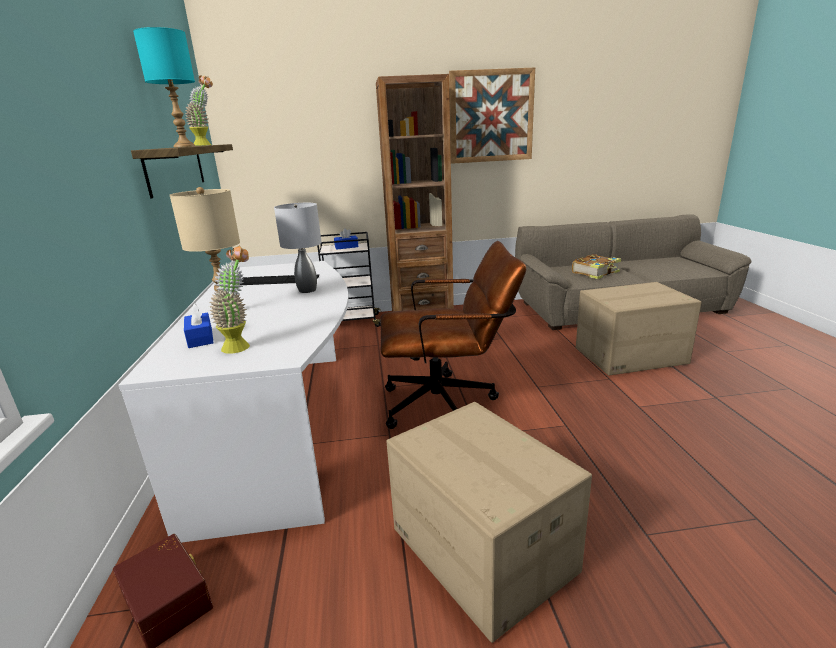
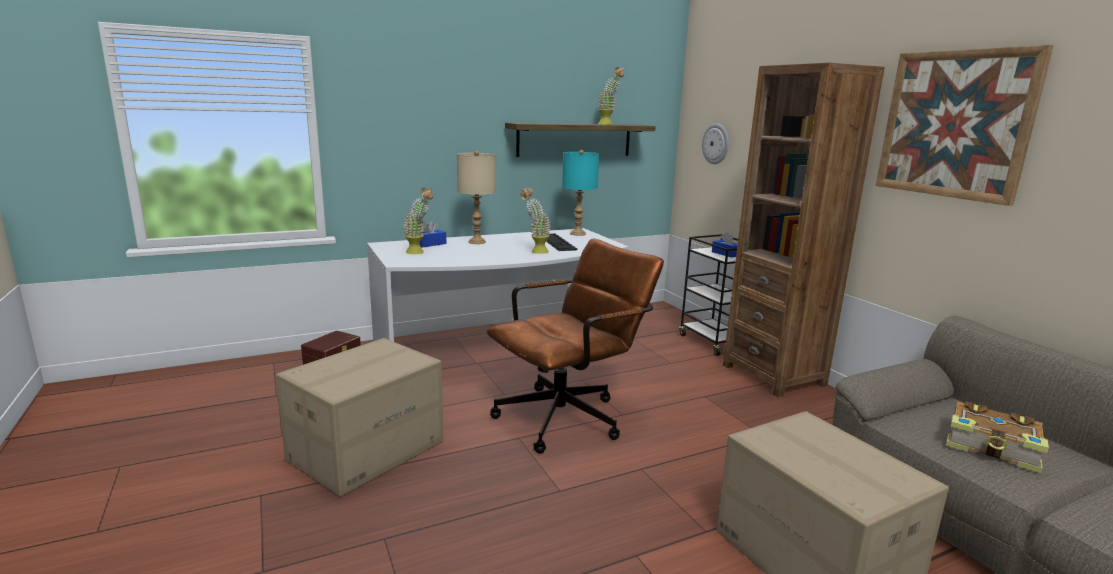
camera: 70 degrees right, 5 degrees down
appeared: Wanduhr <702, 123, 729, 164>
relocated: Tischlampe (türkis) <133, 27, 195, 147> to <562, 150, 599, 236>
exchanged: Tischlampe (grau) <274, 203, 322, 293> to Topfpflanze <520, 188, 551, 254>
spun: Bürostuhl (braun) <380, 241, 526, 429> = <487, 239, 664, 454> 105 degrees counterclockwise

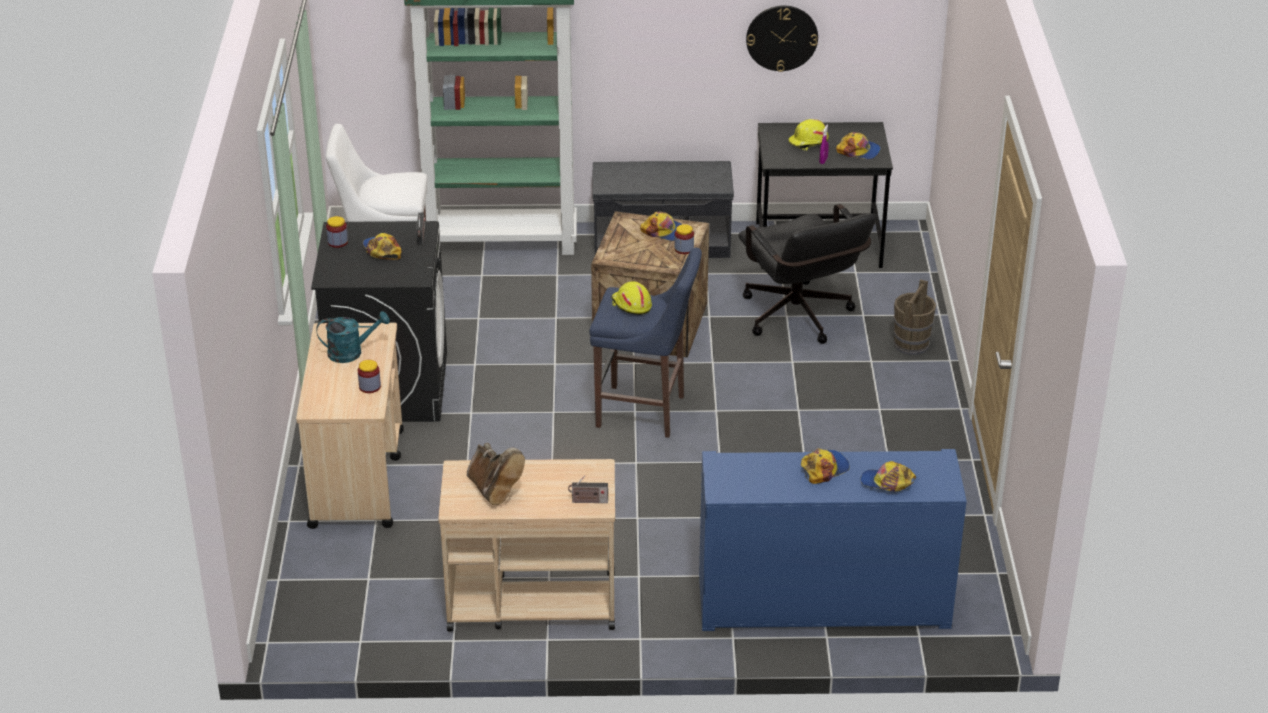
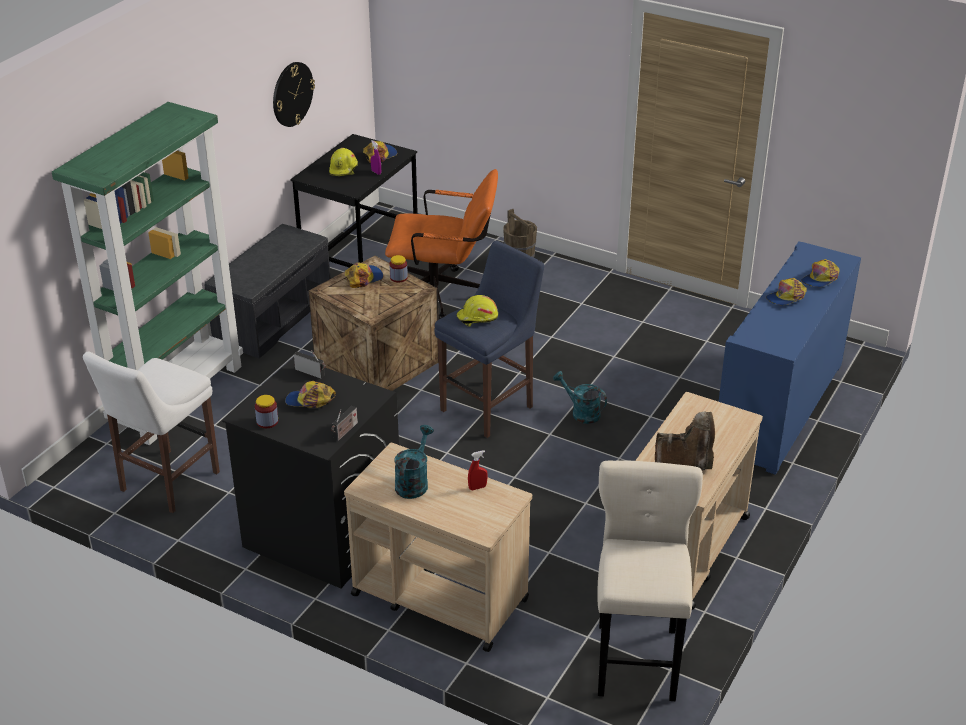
camera: 60 degrees left, 0 degrees up
appeared: Gießkanne (türkis) <553, 371, 607, 424>; Hocker (beige) <598, 460, 703, 701>
relocated: Radio <568, 475, 608, 503> to <331, 406, 358, 441>
exchanged: Vorratsglas <358, 360, 381, 393> to Sprühflasche (rot) <468, 450, 488, 490>
colour: Bürostuhl (schwarz) <738, 204, 877, 344> to Bürostuhl (orange) <385, 169, 498, 319>
spun: Kappe <801, 448, 850, 484> = <766, 278, 807, 305> 120 degrees counterclockwise

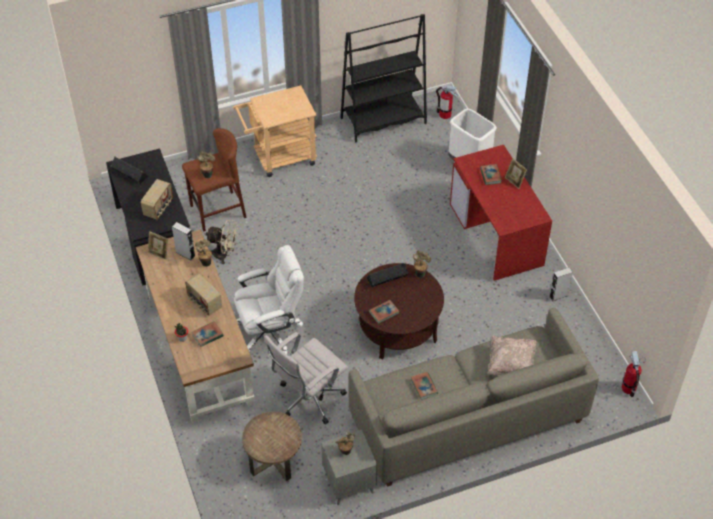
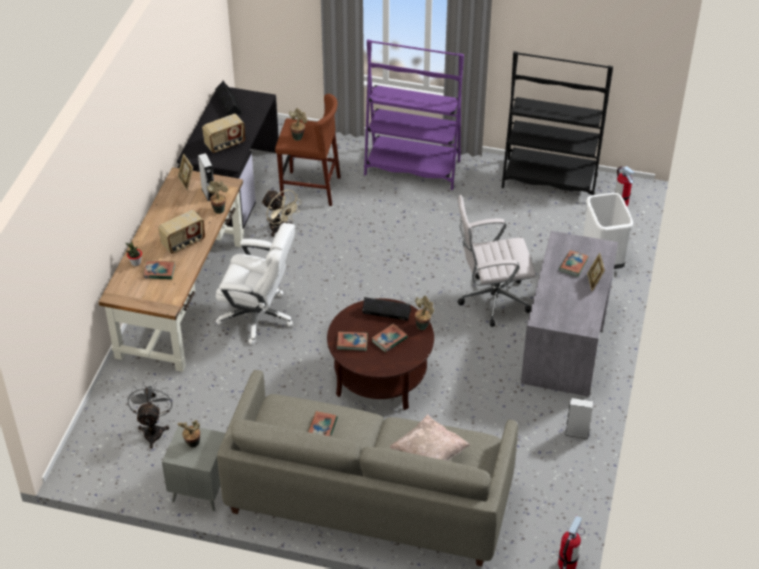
camera: 35 degrees right, 5 degrees down
appeared: Buch <372, 323, 408, 352>
relocated: Bürostuhl (weiß) <264, 332, 348, 424> to <458, 195, 536, 327>
exchanged: Beistelltisch (braun) <242, 412, 302, 481> to Ventilator (grau) <128, 382, 173, 449>; Rollwagen (beige) <233, 85, 317, 177> to Bücherregal (lila) <364, 39, 464, 190>
colour: Schreibtisch (rot) <450, 145, 552, 281> to Schreibtisch (grau) <521, 231, 618, 397>
spun: Radio <185, 273, 222, 316> = <158, 210, 205, 254> 120 degrees counterclockwise

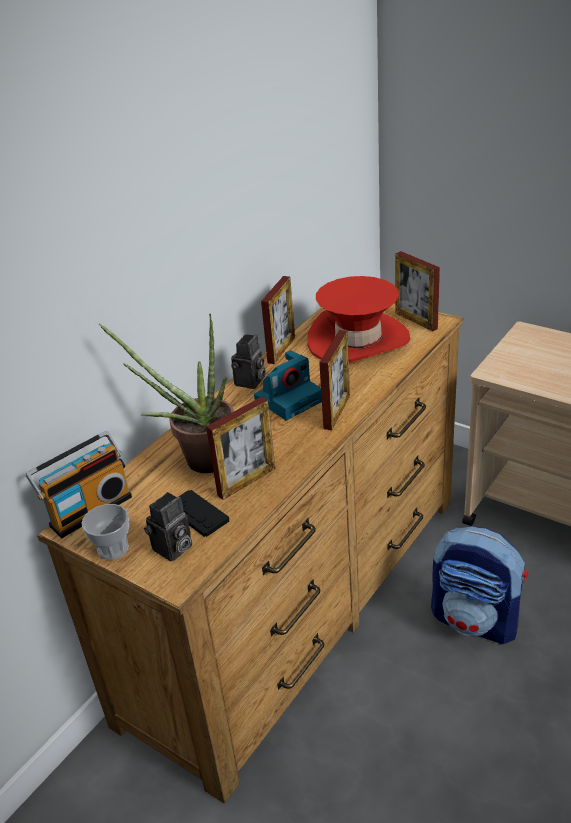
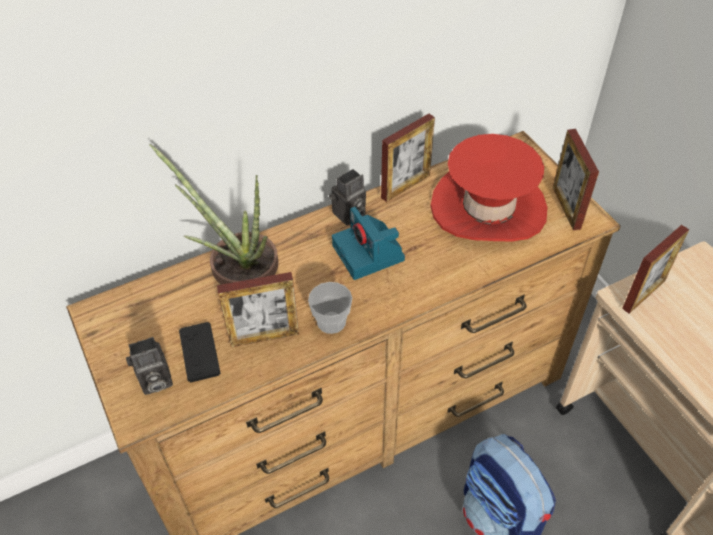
camera: 25 degrees right, 15 degrees up
missing: Radio <26, 431, 132, 538>
relocated: Tasse <81, 504, 129, 560> to <308, 282, 352, 334>; Bilderrahmen <319, 330, 350, 430> to <622, 225, 689, 314>
spun: Kamera <254, 350, 322, 420> = <332, 207, 405, 280> 75 degrees clockwise

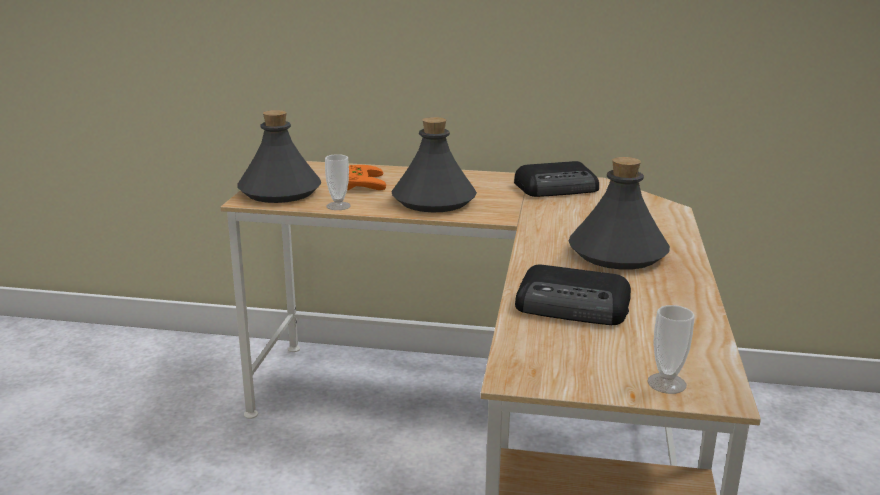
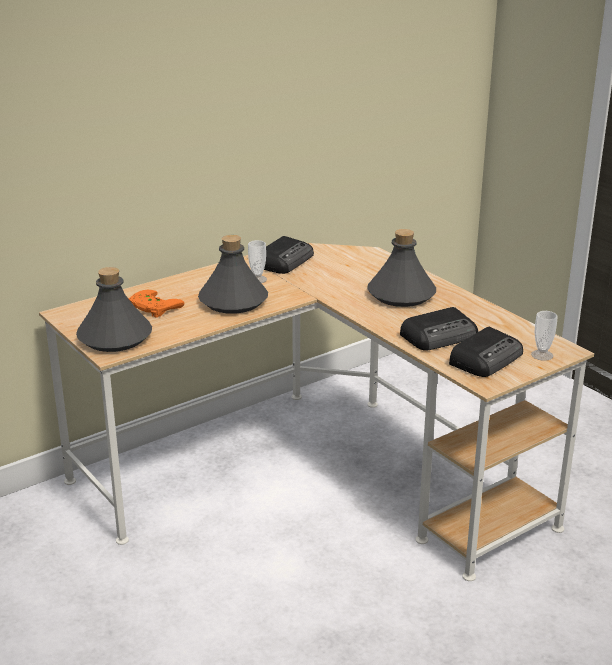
camera: 45 degrees left, 5 degrees up
appeared: Radio <449, 327, 523, 377>
relocated: Tasse <325, 154, 351, 210> to <248, 240, 267, 283>

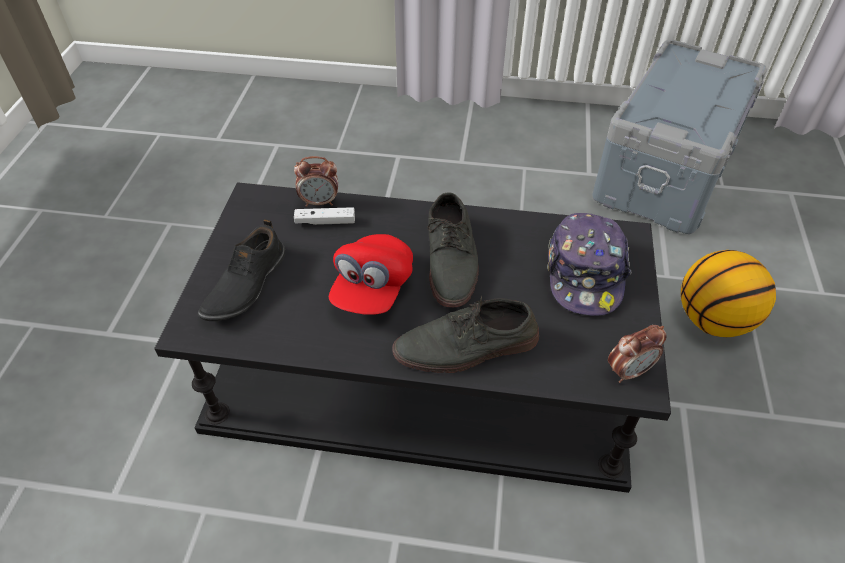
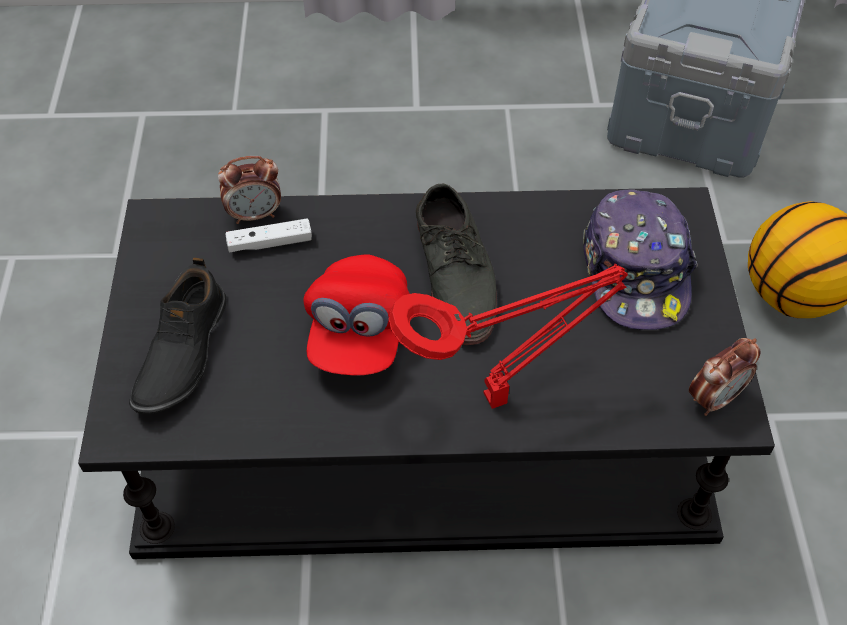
camera: 10 degrees left, 5 degrees up
exchanged: Schuh (grau) <392, 296, 539, 373> to Tischlampe (rot) <388, 264, 628, 409>

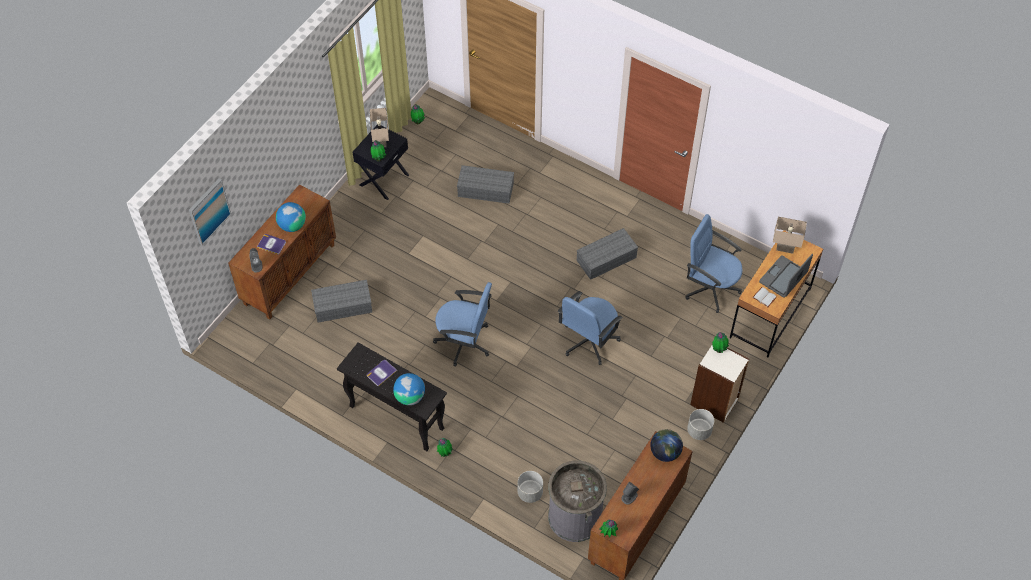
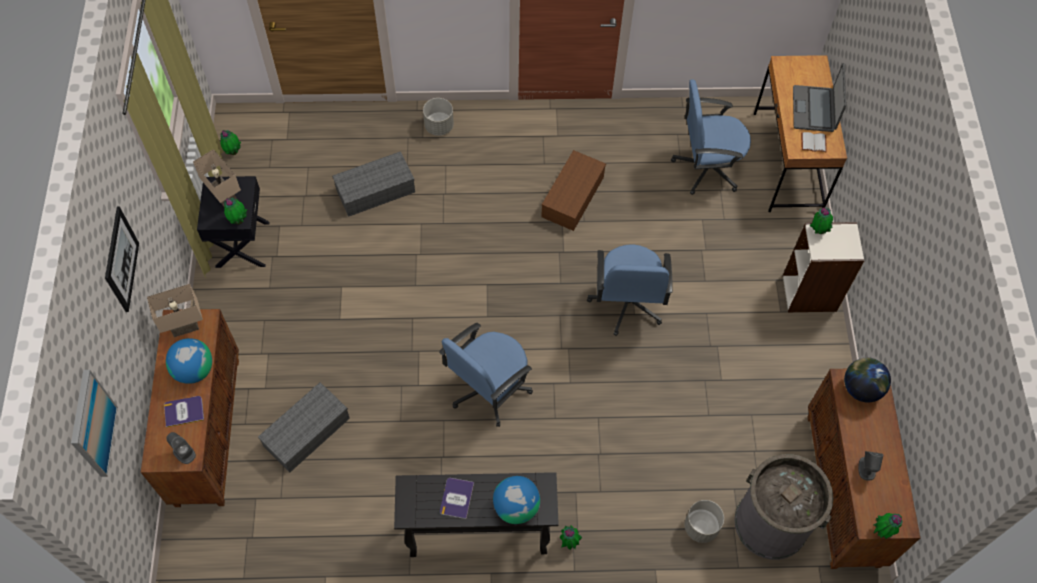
camera: 35 degrees left, 5 degrees up
appeared: Bild <105, 207, 139, 312>
relocated: Tischlampe (beige) <773, 217, 807, 254> to <147, 284, 203, 337>; Pflanzkübel (grau) <687, 409, 714, 440> to <423, 98, 454, 136>
colour: Aufbewahrungsbox (grau) <577, 228, 638, 280> to Aufbewahrungsbox (braun) <541, 150, 606, 231>
spun: Bürostuhl (blau) <433, 282, 492, 367> = <439, 323, 533, 427> 150 degrees clockwise

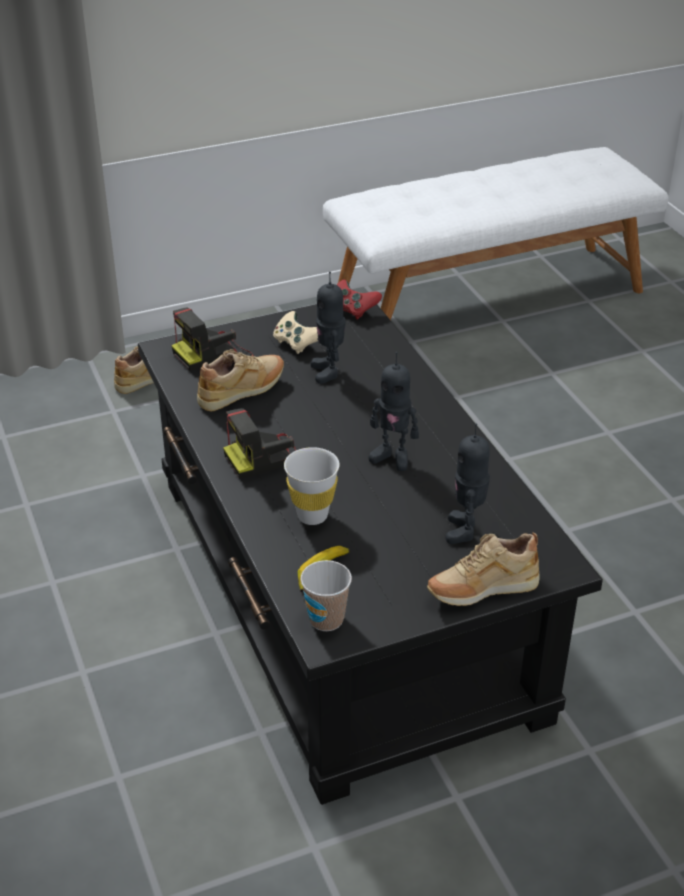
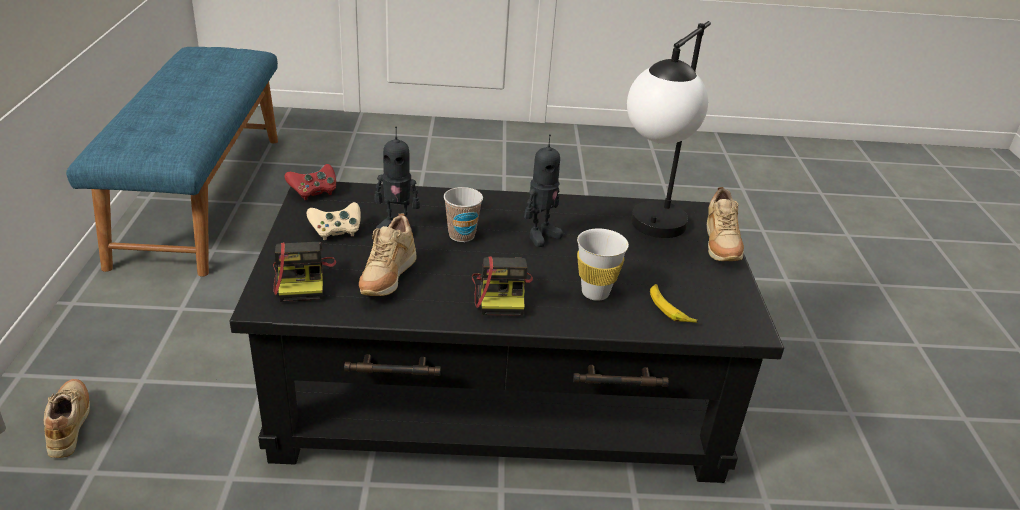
camera: 70 degrees left, 5 degrees down
relocated: Tasse <301, 560, 352, 631> to <444, 187, 483, 242>
exchanged: Spielzeugroboter <445, 424, 490, 544> to Tischlampe <627, 21, 711, 238>
colour: Bank (weiß) <323, 147, 669, 320> to Bank (blau) <66, 47, 278, 277>
spun: Schuh (beige) <197, 349, 284, 411> = <359, 214, 417, 296> 150 degrees counterclockwise

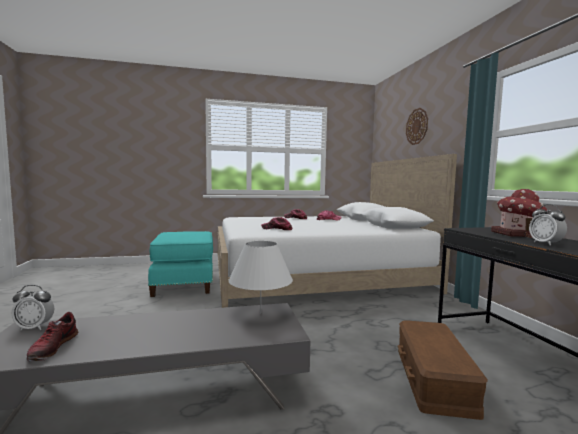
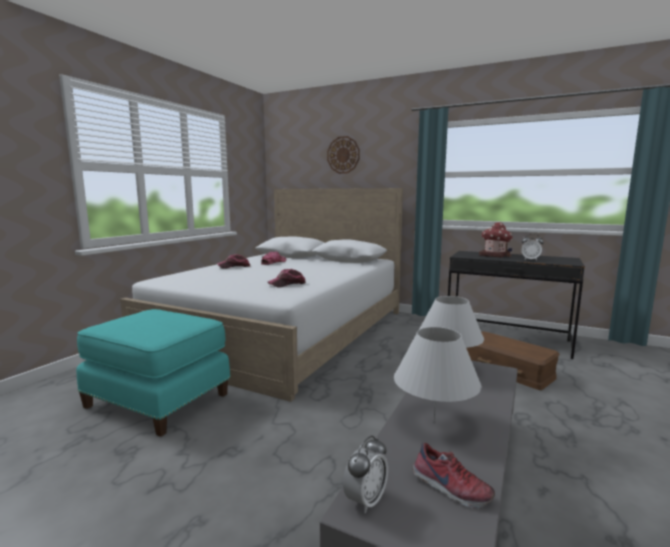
camera: 50 degrees left, 5 degrees up
appeared: Tischlampe (weiß) <394, 327, 482, 423>

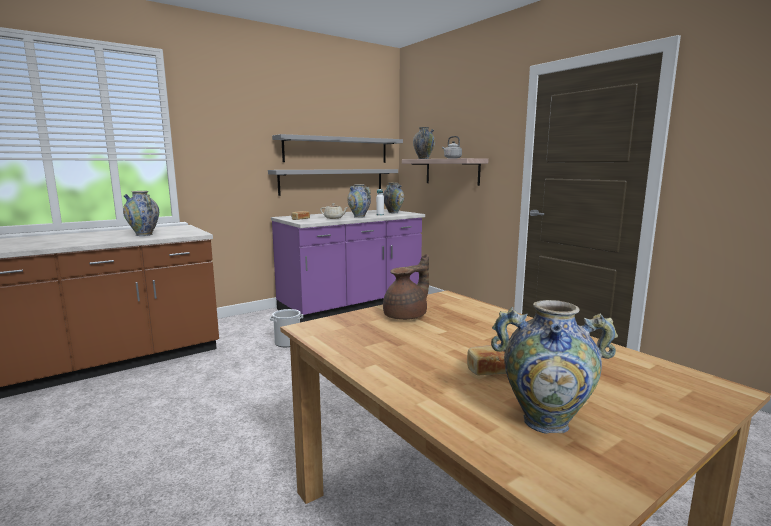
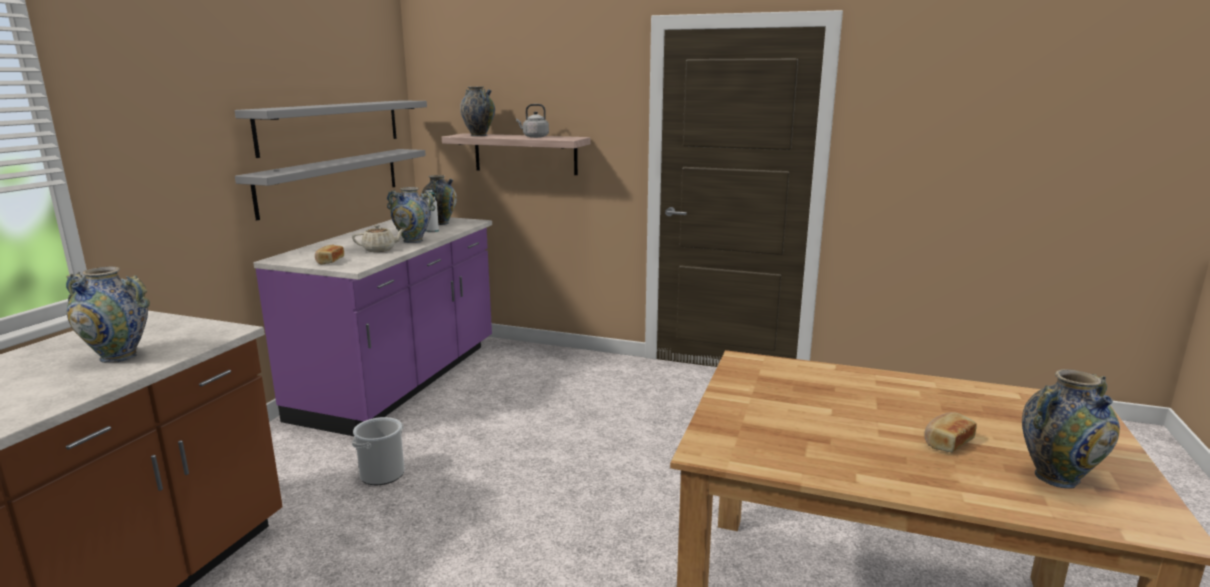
camera: 35 degrees left, 5 degrees up
missing: Teekanne (braun) <383, 254, 429, 320>

